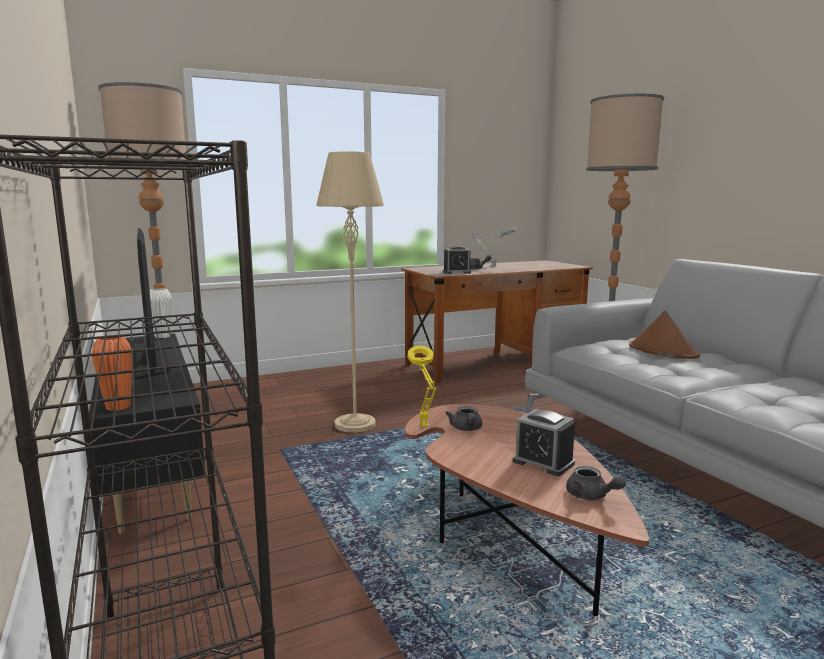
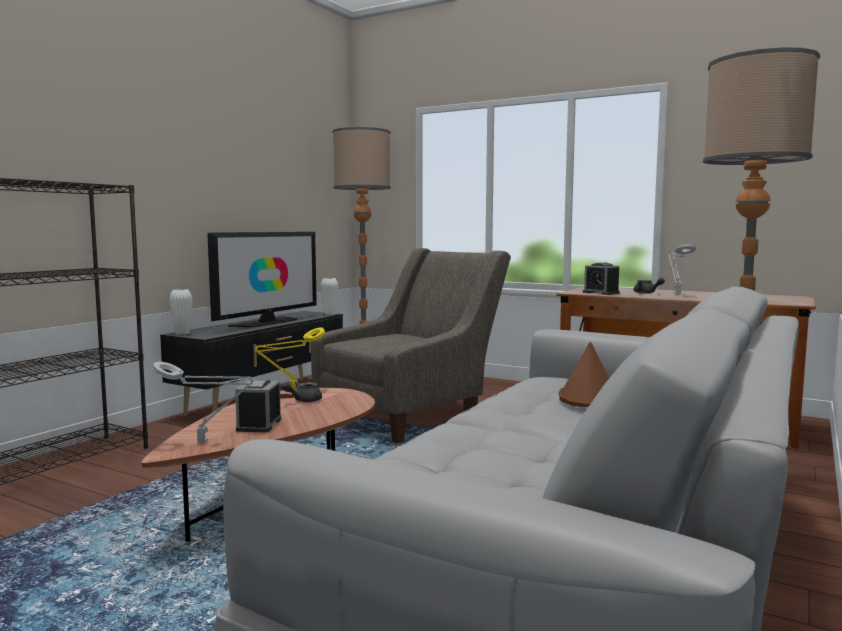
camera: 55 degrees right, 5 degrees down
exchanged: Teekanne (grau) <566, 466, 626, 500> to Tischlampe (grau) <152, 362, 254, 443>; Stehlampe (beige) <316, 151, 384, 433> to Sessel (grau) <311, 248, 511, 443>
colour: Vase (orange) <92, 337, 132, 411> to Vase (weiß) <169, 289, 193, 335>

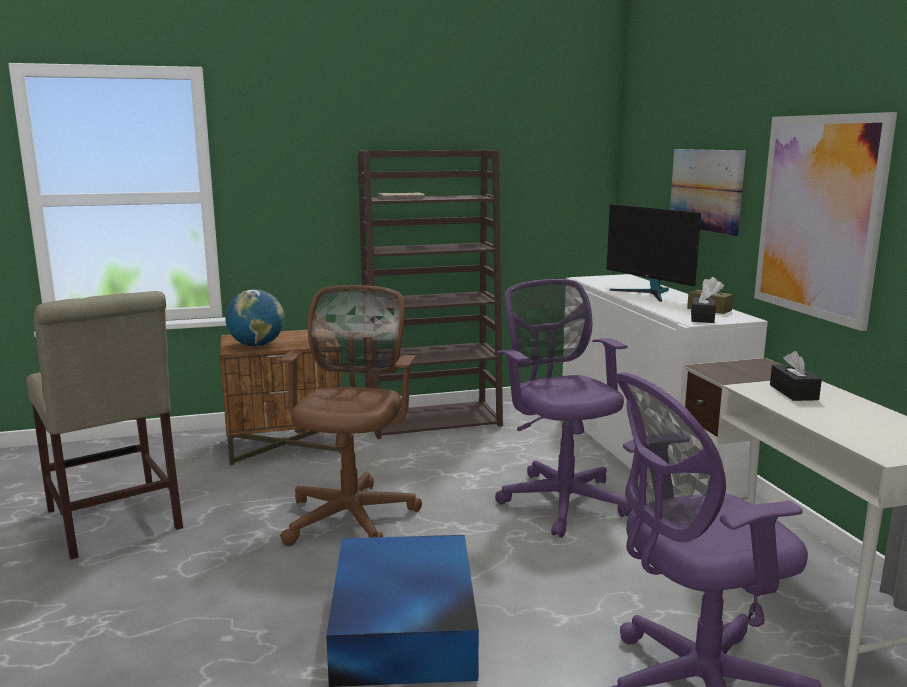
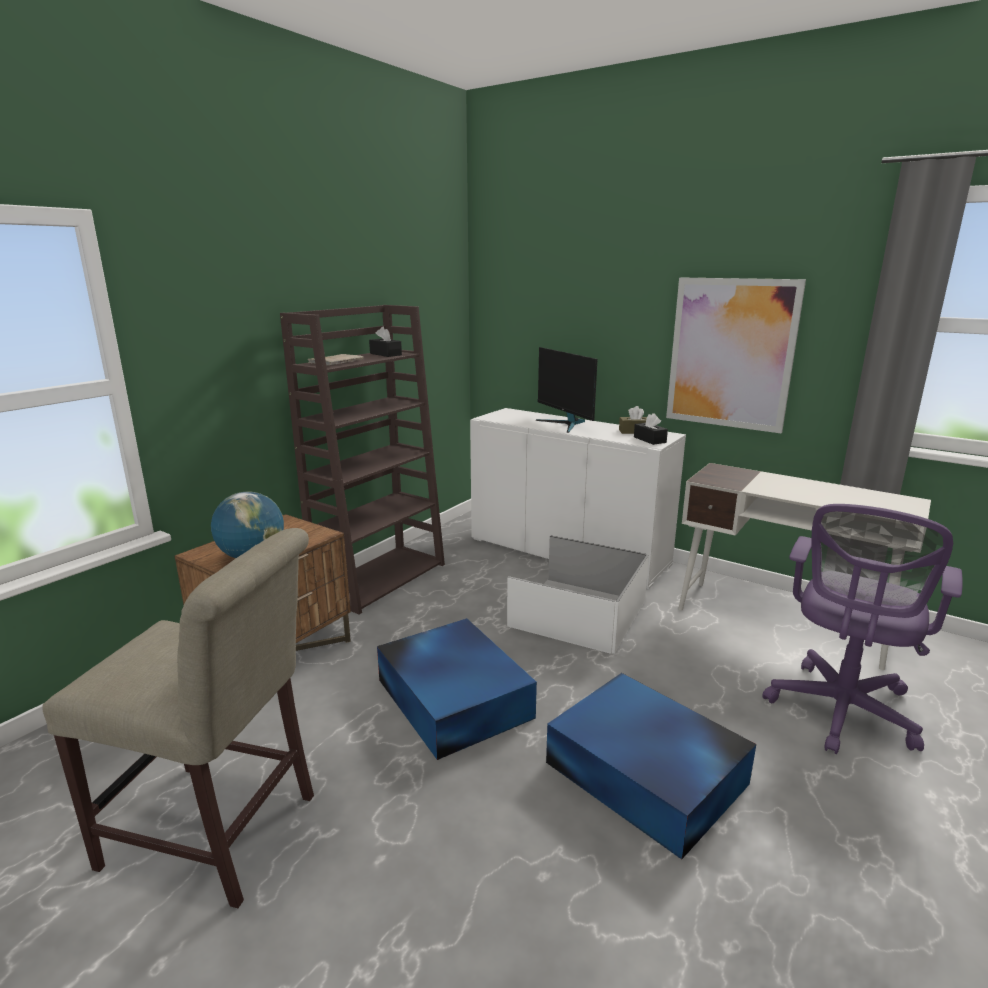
camera: 40 degrees left, 5 degrees up
missing: Bild <670, 149, 746, 237>
relocated: Taschentuchbox (schwarz) <770, 351, 822, 401> to <369, 327, 402, 357>
exchanged: Bürostuhl (braun) <279, 285, 422, 546> to Aufbewahrungsbox (blau) <377, 618, 537, 760>; Bürostuhl (lila) <495, 279, 632, 538> to Aufbewahrungsbox (weiß) <507, 536, 649, 654>
spun: Monitor <606, 204, 701, 302> = <536, 347, 598, 433> 45 degrees clockwise

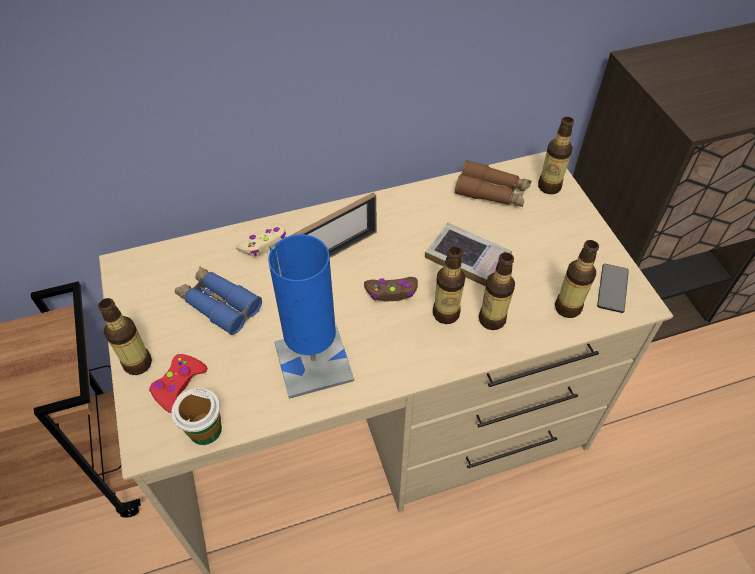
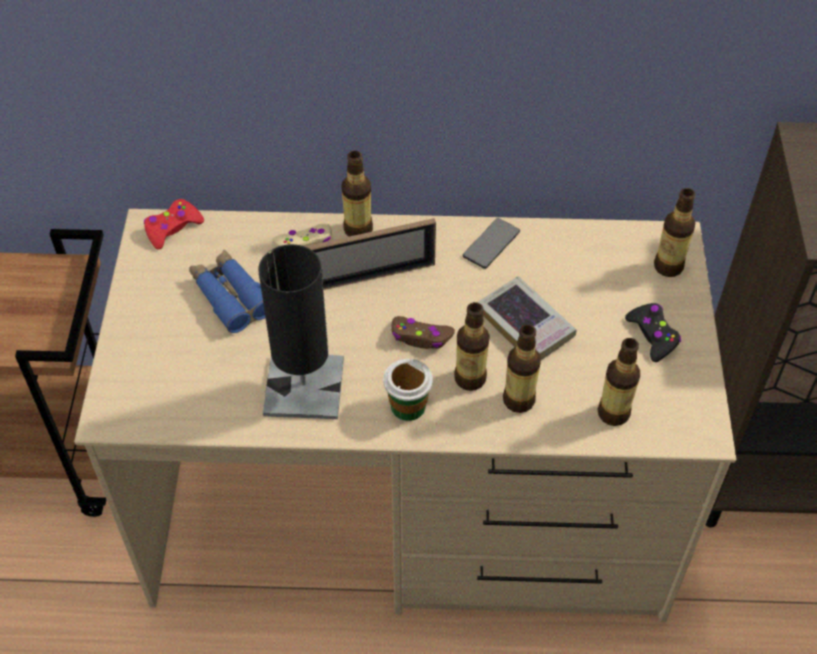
camera: 20 degrees right, 0 degrees up
missing: Fernglas (braun) <455, 160, 531, 207>
appeared: Gamepad (schwarz) <625, 303, 681, 362>
relocated: Gamepad (rot) <149, 354, 208, 413> to <143, 199, 204, 250>; Flasche <98, 298, 152, 375> to <341, 151, 373, 237>; Tasse <171, 388, 222, 445> to <383, 359, 433, 421>; Handy <597, 264, 629, 313> to <463, 218, 520, 269>
colour: Tischlampe (blau) <268, 234, 354, 399> to Tischlampe (schwarz) <258, 244, 344, 419>

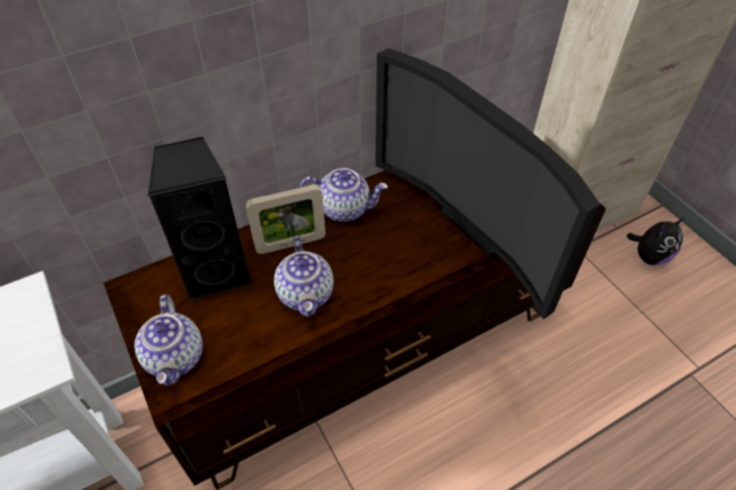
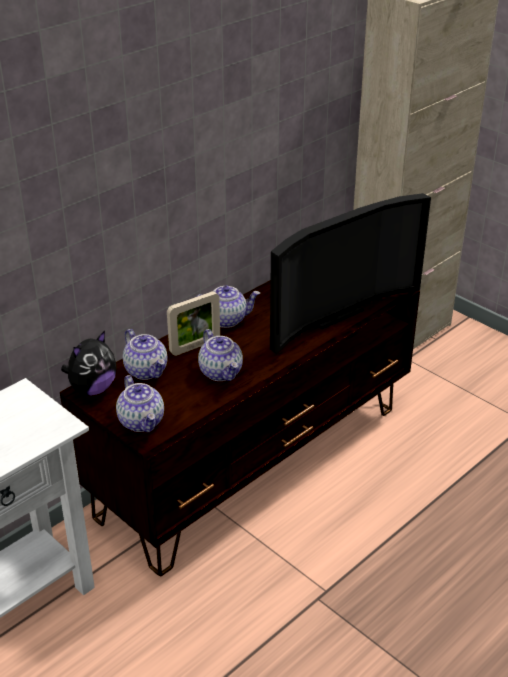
camera: 15 degrees left, 15 degrees down
relocated: Plüschtier <627, 217, 685, 266> to <61, 331, 116, 396>
exchanged: Lautsprecher (schwarz) <148, 137, 253, 301> to Teekanne <123, 329, 168, 380>
spun: Fernseher <375, 48, 600, 320> = <270, 193, 431, 355> 75 degrees counterclockwise

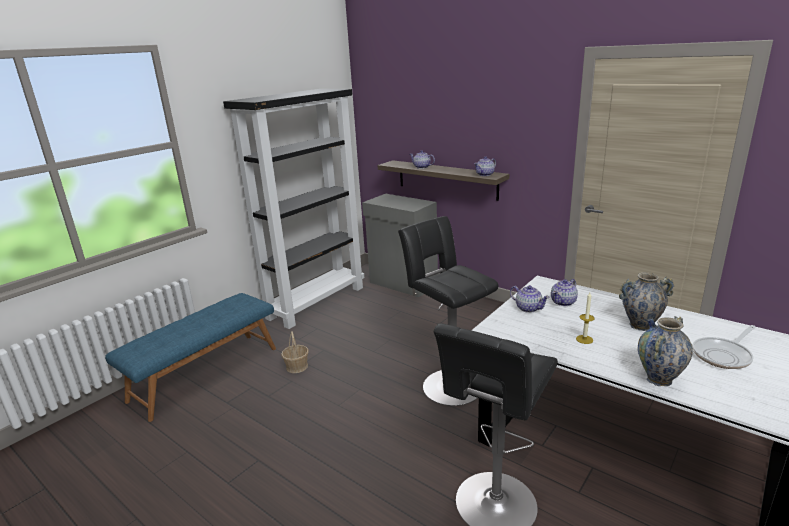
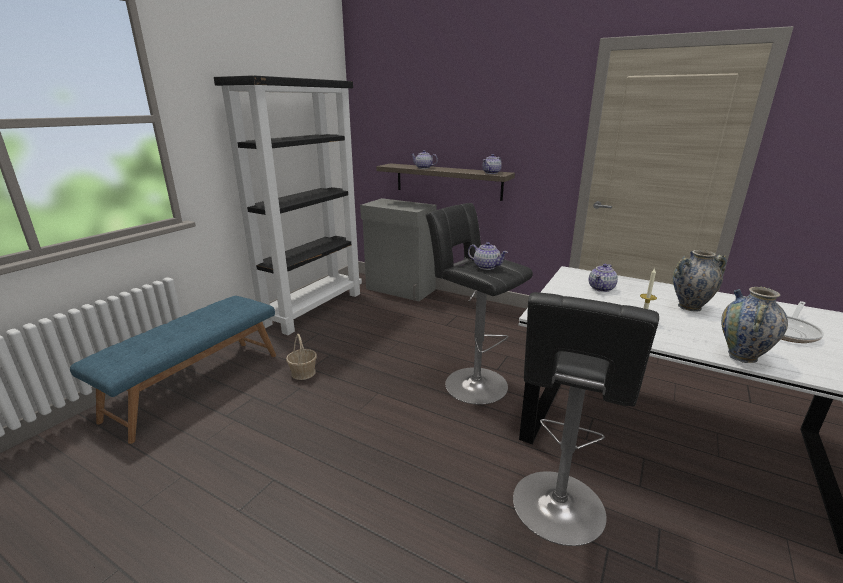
camera: 10 degrees left, 0 degrees up
relocated: Teekanne <510, 285, 550, 313> to <468, 242, 508, 270>

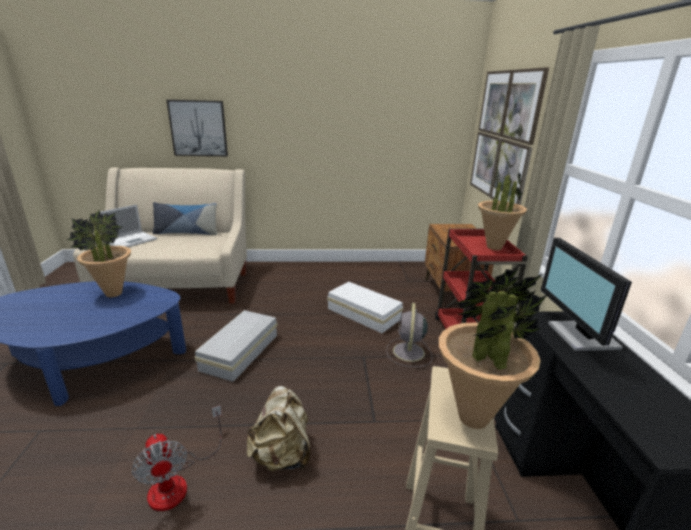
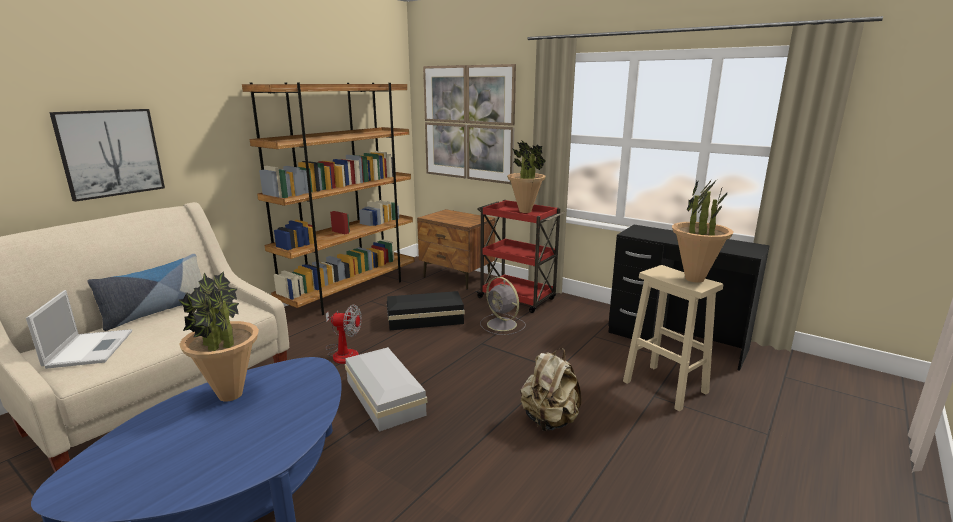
camera: 50 degrees left, 5 degrees down
missing: Monitor <541, 238, 632, 351>
appeared: Bücherregal (braun) <242, 82, 415, 315>
relocated: Ventilator <132, 405, 222, 511> to <325, 305, 362, 364>
colour: Aufbewahrungsbox (weiß) <327, 282, 403, 333> to Aufbewahrungsbox (schwarz) <387, 291, 465, 330>

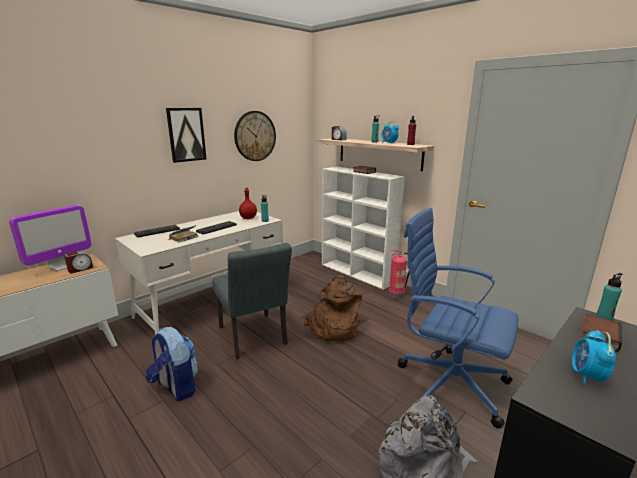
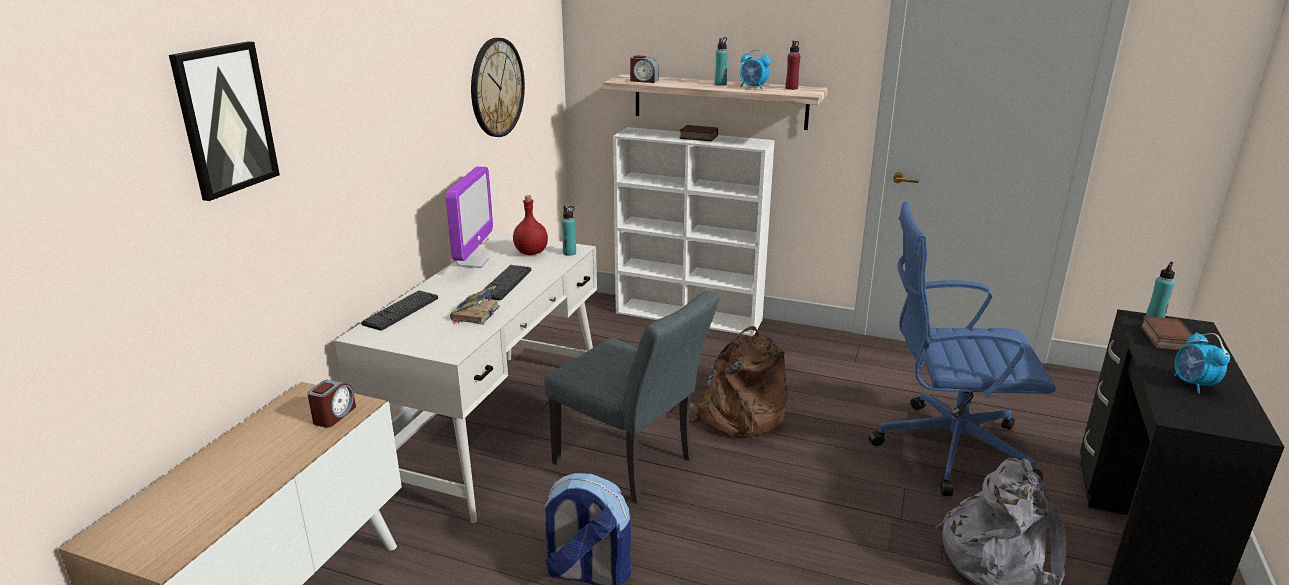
camera: 25 degrees left, 5 degrees up
missing: Feuerlöscher <389, 250, 410, 300>
relocated: Bild <166, 108, 206, 163> to <169, 41, 280, 201>; Monitor <9, 205, 92, 271> to <446, 166, 493, 268>

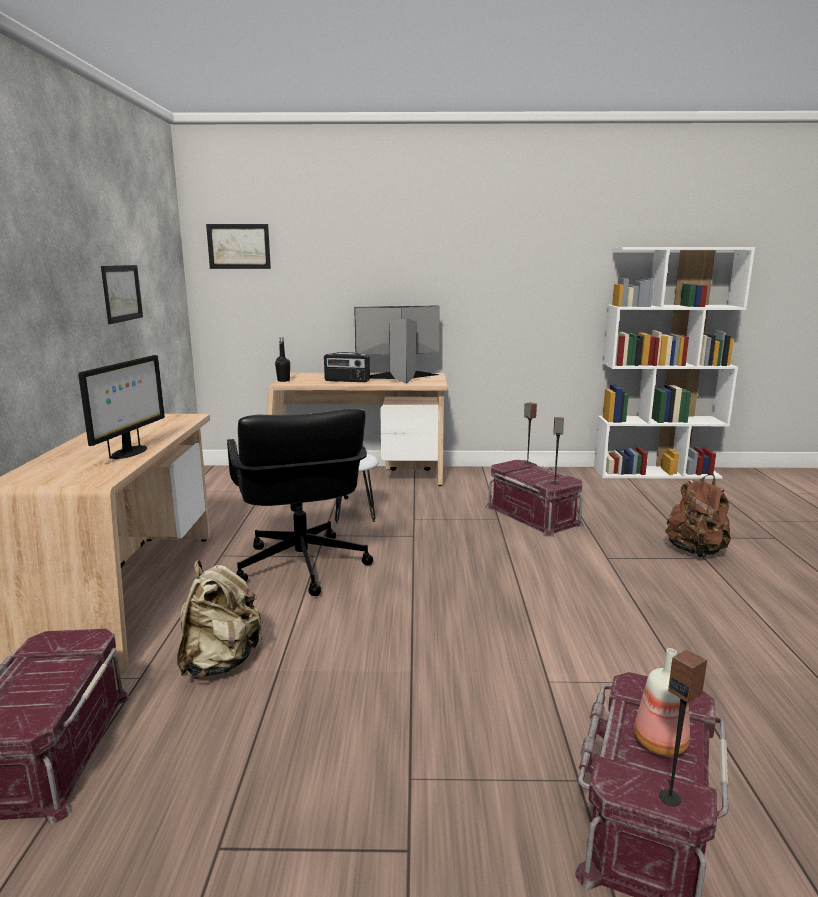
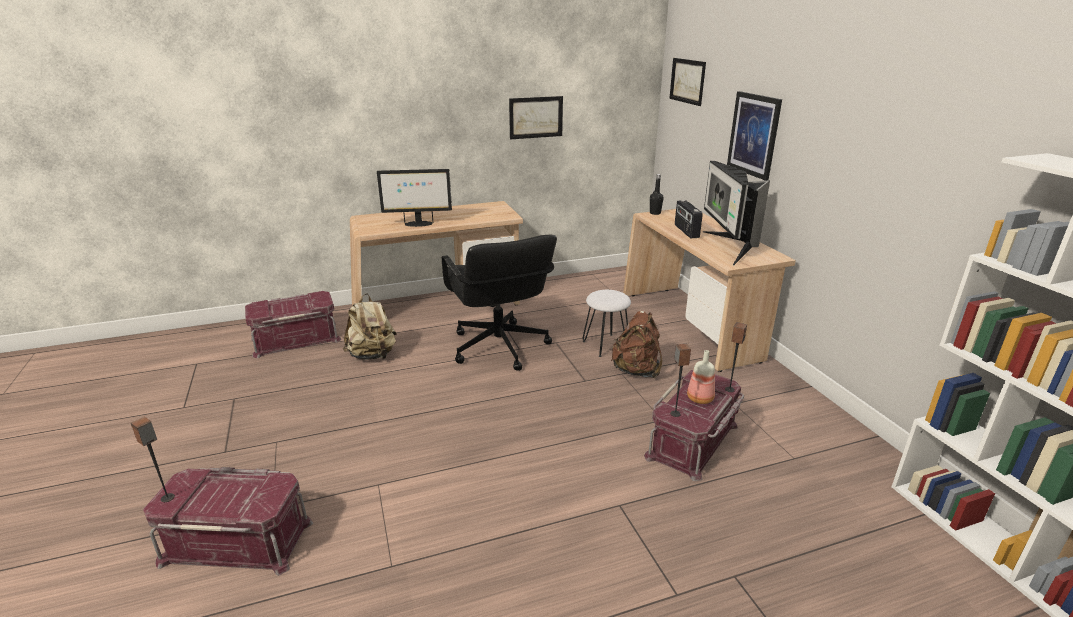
camera: 70 degrees right, 10 degrees up
appeared: Bild <727, 91, 782, 181>
relocated: Rucksack (braun) <665, 474, 731, 557> to <611, 311, 662, 378>; Flasche <634, 648, 690, 756> to <687, 350, 715, 404>
spun: Bürostuhl (schwarz) <227, 408, 373, 596> = <442, 235, 557, 371> 75 degrees counterclockwise; Monitor <354, 305, 440, 383> = <703, 161, 770, 265> 150 degrees counterclockwise

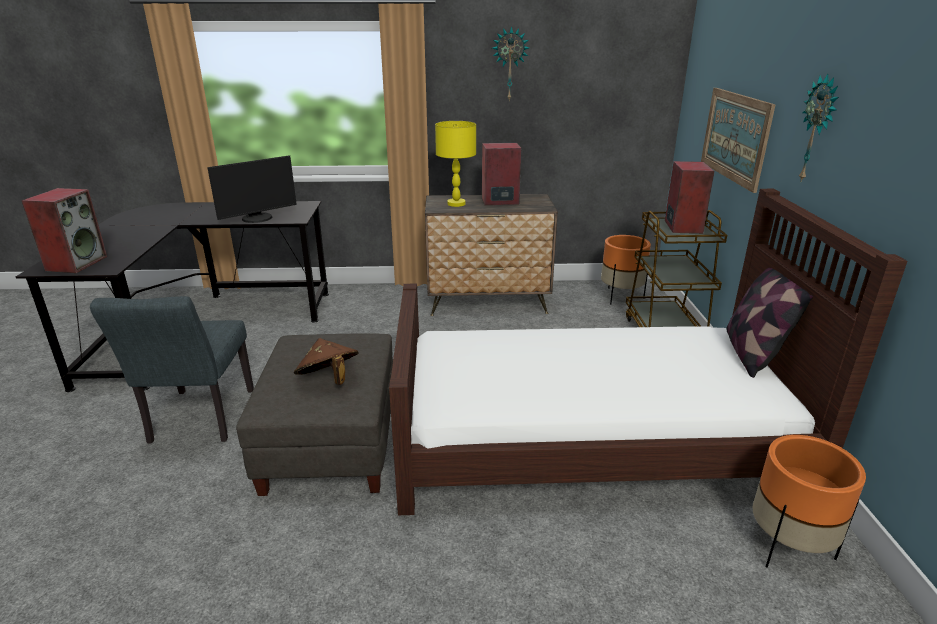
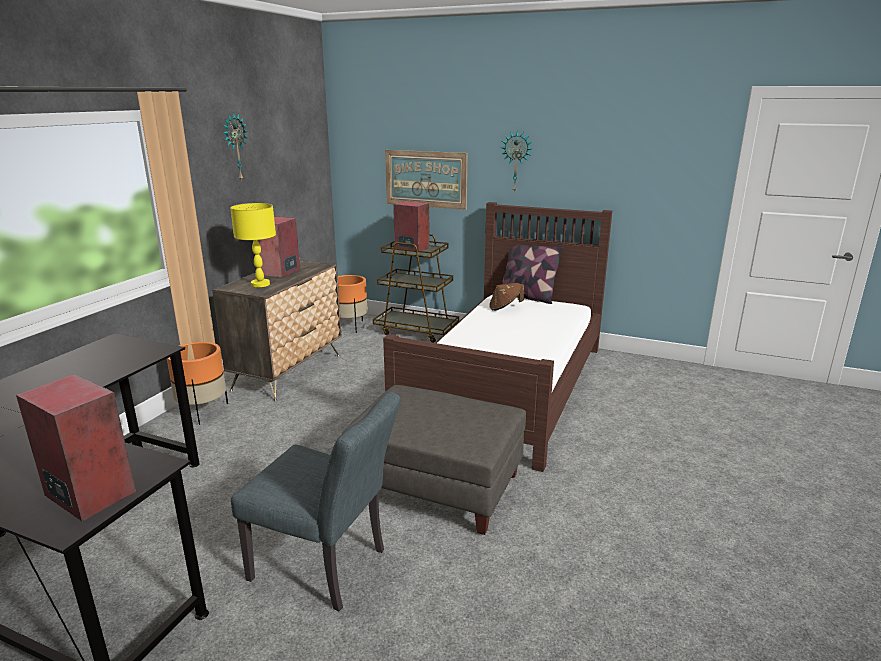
camera: 65 degrees left, 5 degrees down
missing: Monitor <207, 155, 297, 223>
relocated: Pflanzkübel (orange) <752, 435, 866, 568> to <167, 342, 228, 425>; Hut (braun) <294, 338, 359, 385> to <489, 283, 524, 311>

